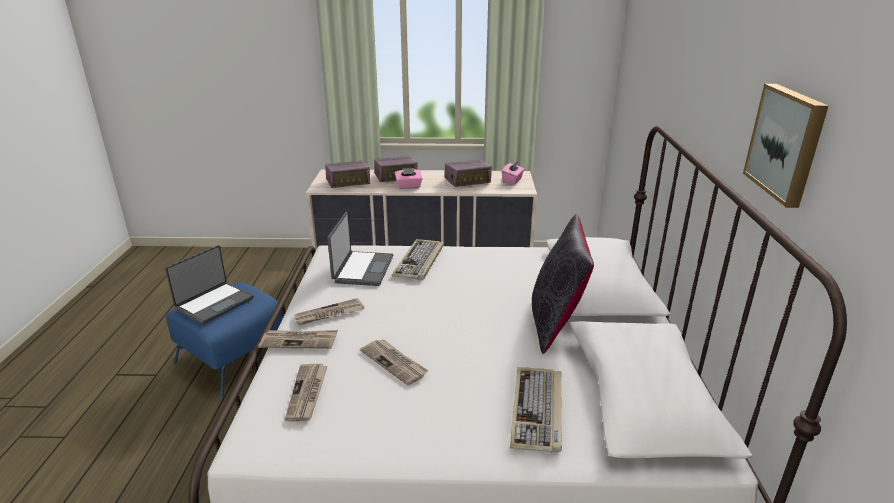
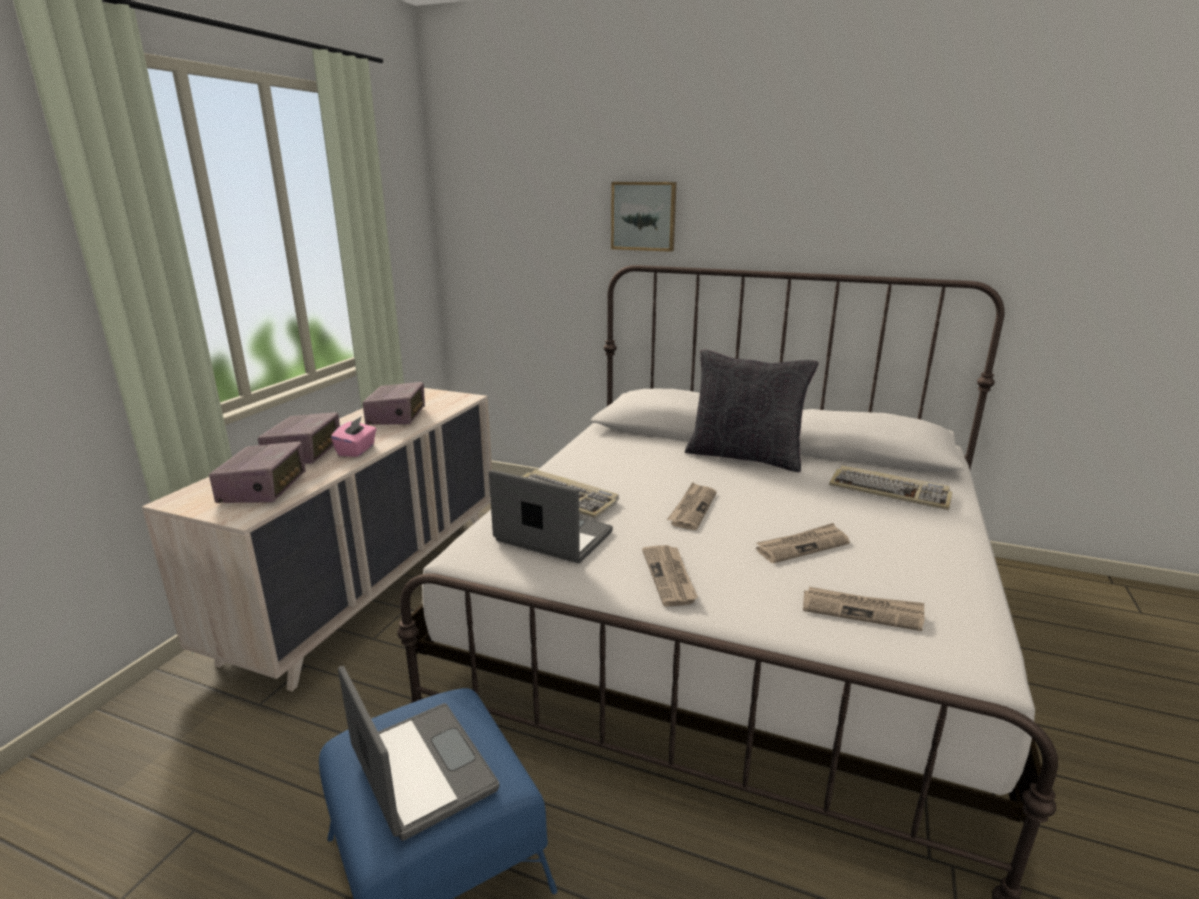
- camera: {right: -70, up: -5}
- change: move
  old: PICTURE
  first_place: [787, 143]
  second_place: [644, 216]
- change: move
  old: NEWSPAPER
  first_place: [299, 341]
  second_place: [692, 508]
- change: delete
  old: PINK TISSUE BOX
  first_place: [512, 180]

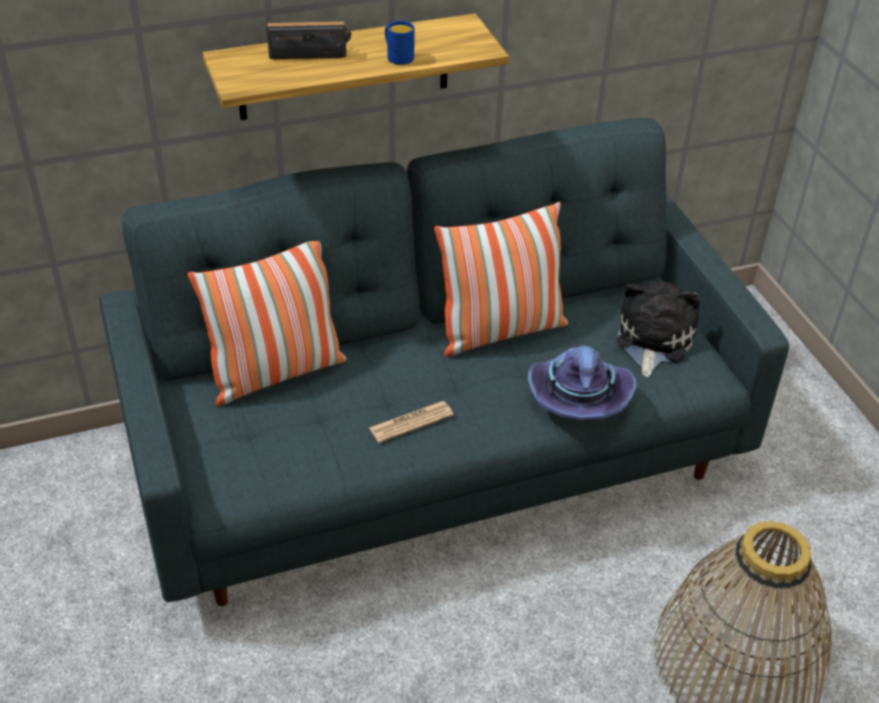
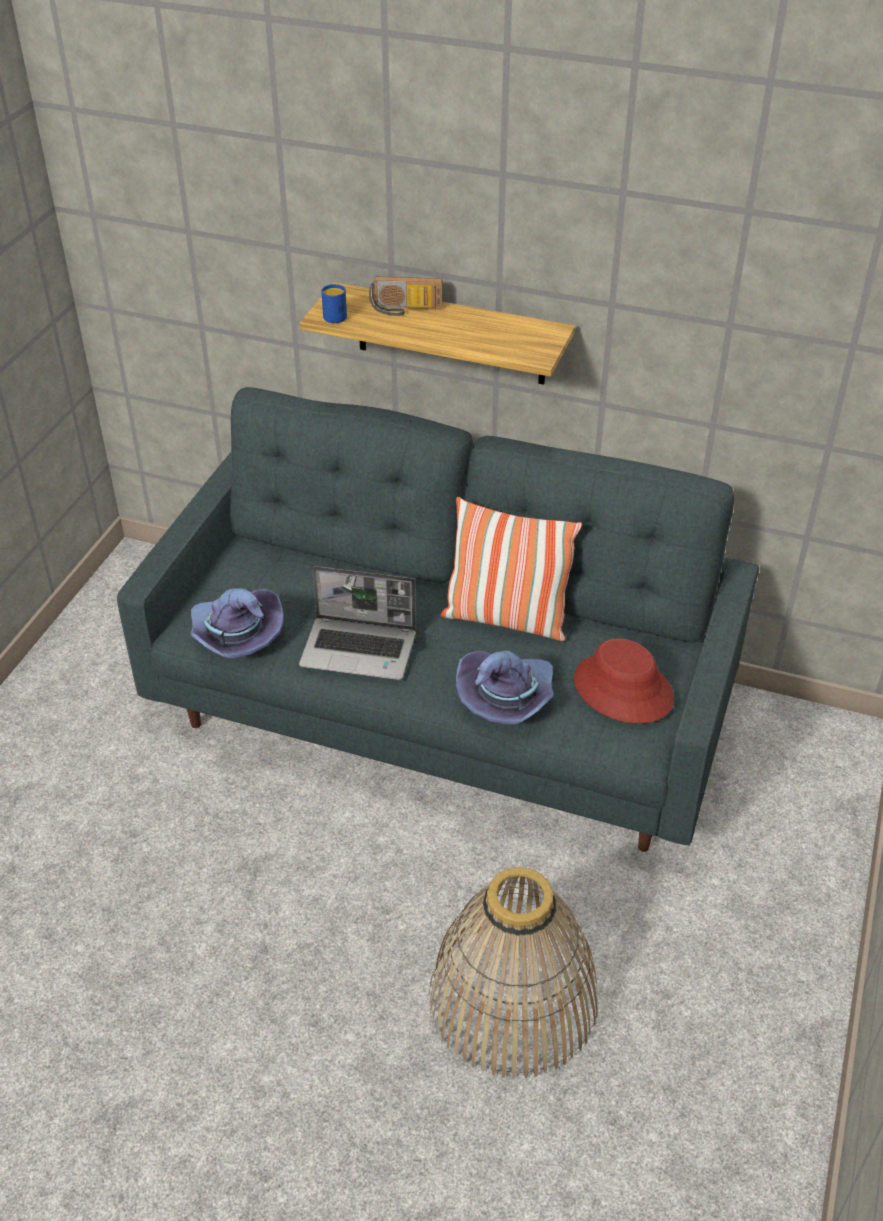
- camera: {right: 40, up: 0}
- change: insert
  new: PURPLE HAT
  second_place: [235, 636]
- change: replace
  old: NEWSPAPER
  new: LAPTOP
  first_place: [411, 422]
  second_place: [360, 649]
- change: move
  old: BLUE MUG
  first_place: [397, 56]
  second_place: [335, 315]
- change: rotate
  old: RADIO
  first_place: [310, 52]
  second_place: [405, 310]
  degrees: 150
- change: replace
  old: PLUSH TOY
  new: RED HAT
  first_place: [652, 340]
  second_place: [622, 689]
- change: delete
  old: PILLOW
  first_place: [276, 373]

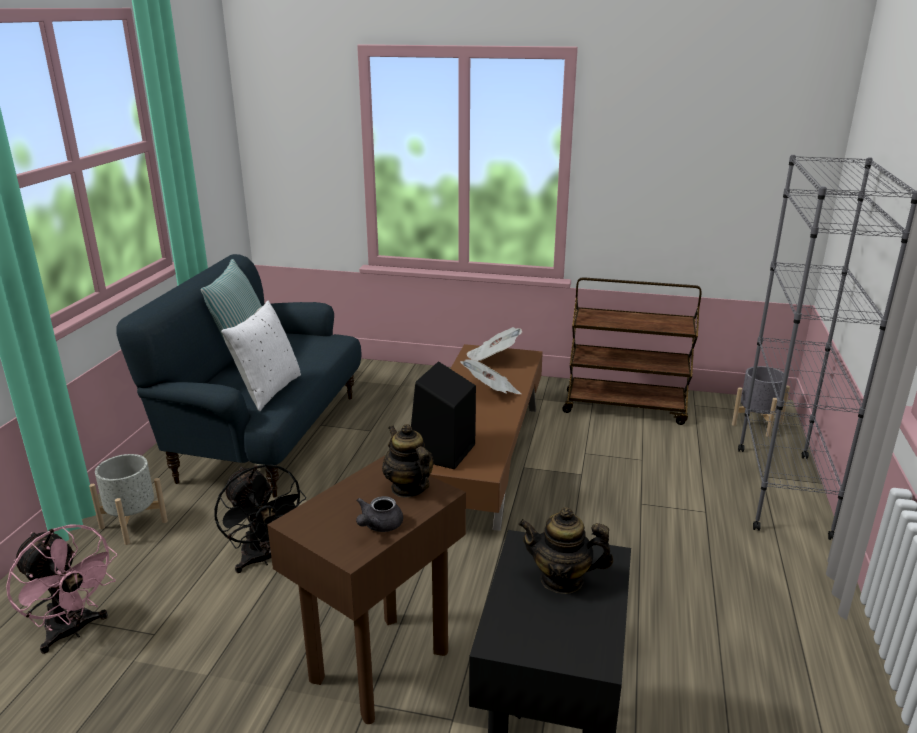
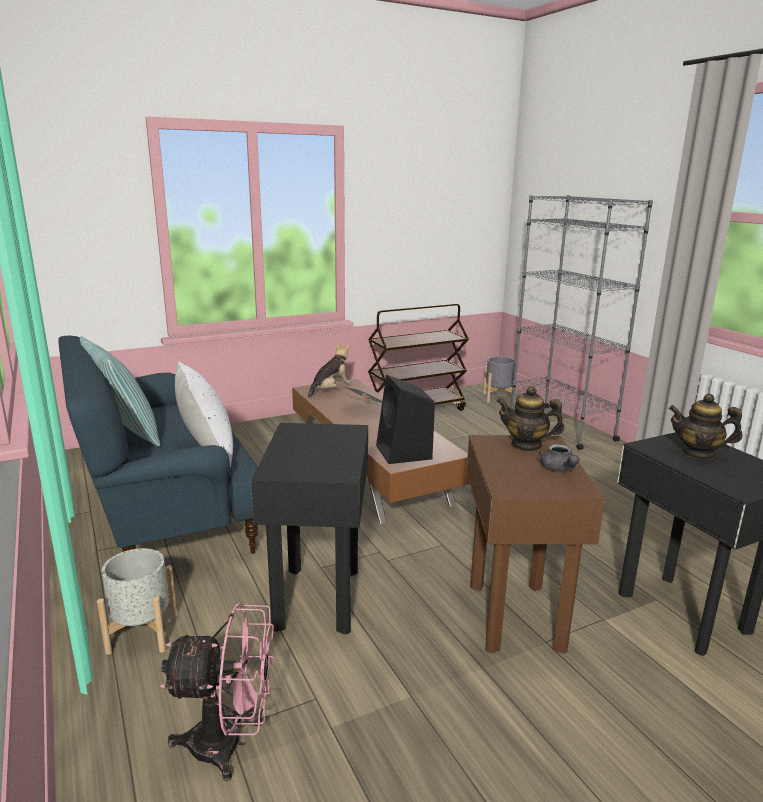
- camera: {right: -40, up: -5}
- change: replace
  old: BLACK FAN
  new: BLACK SIDE TABLE
  first_place: [263, 559]
  second_place: [319, 598]
- change: replace
  old: NEWSPAPER
  new: PLUSH TOY
  first_place: [492, 358]
  second_place: [330, 390]
- change: rotate
  old: TEAPOT
  first_place: [562, 579]
  second_place: [698, 453]
  degrees: 45

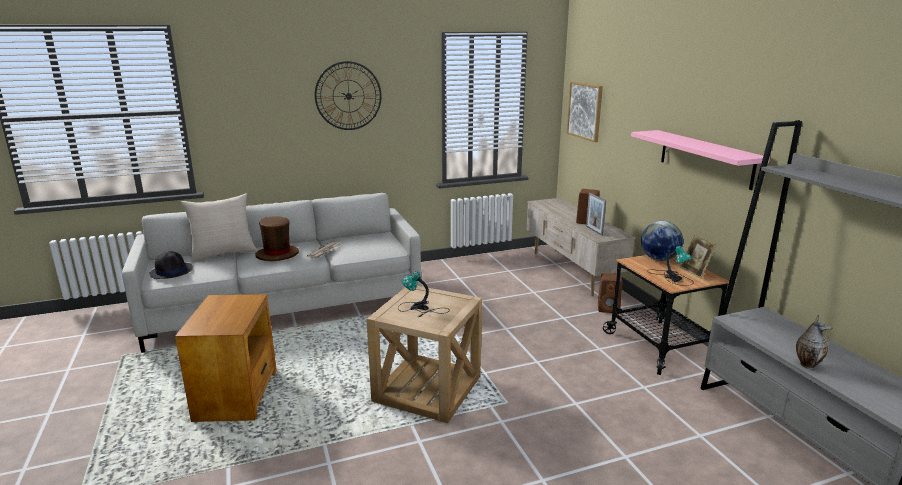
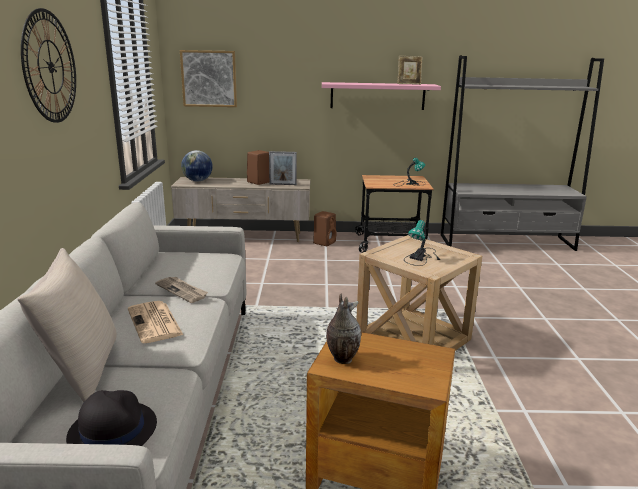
- camera: {right: -70, up: 0}
- change: replace
  old: BROWN HAT
  new: NEWSPAPER
  first_place: [277, 255]
  second_place: [155, 322]
- change: move
  old: GLOBE
  first_place: [659, 259]
  second_place: [197, 181]
- change: move
  old: VASE
  first_place: [807, 364]
  second_place: [341, 359]
- change: move
  old: PICTURE FRAME
  first_place: [695, 272]
  second_place: [408, 84]

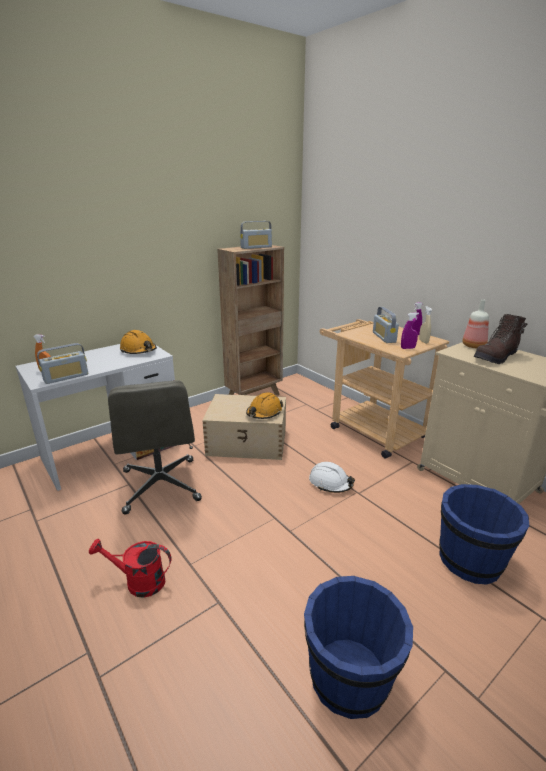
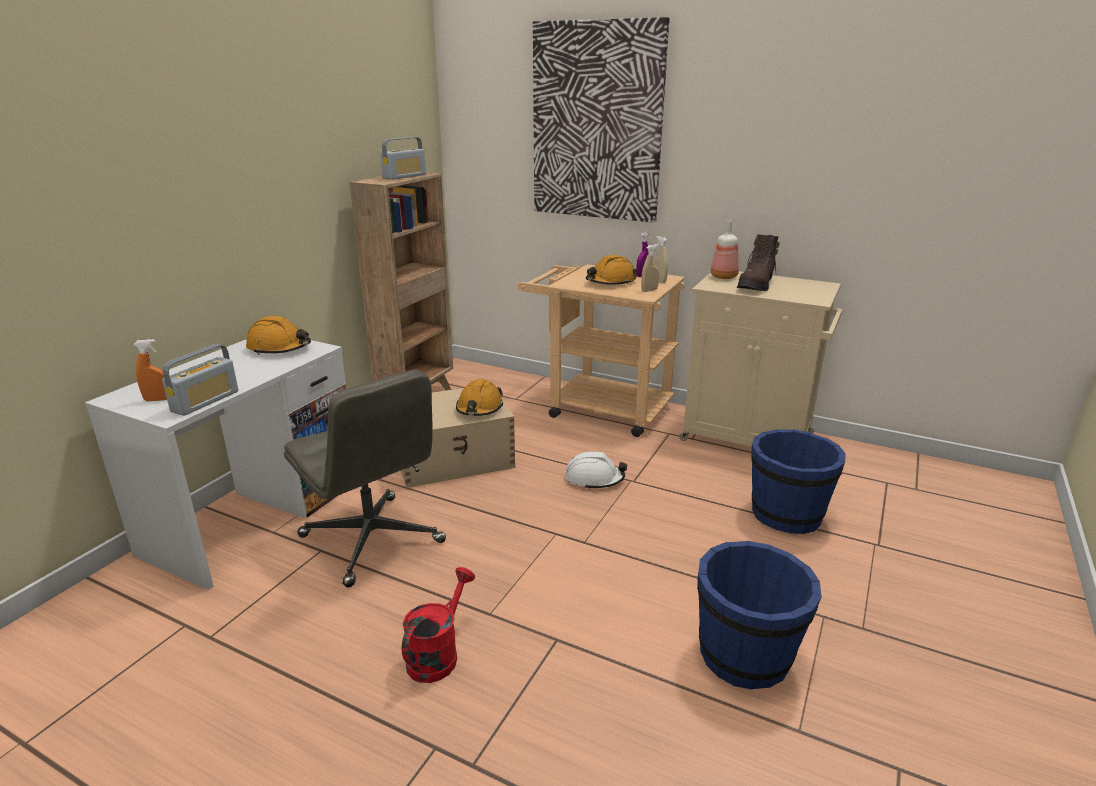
- camera: {right: -25, up: 0}
- change: rotate
  old: RED WATERING CAN
  first_place: [138, 582]
  second_place: [437, 654]
  degrees: 135
- change: insert
  new: PICTURE
  second_place: [597, 123]
- change: replace
  old: RADIO
  new: ORANGE HARD HAT
  first_place: [384, 337]
  second_place: [611, 282]
- change: recolor
  old: PURPLE SPRAY BOTTLE
  new: BEIGE SPRAY BOTTLE
  first_place: [407, 348]
  second_place: [649, 290]

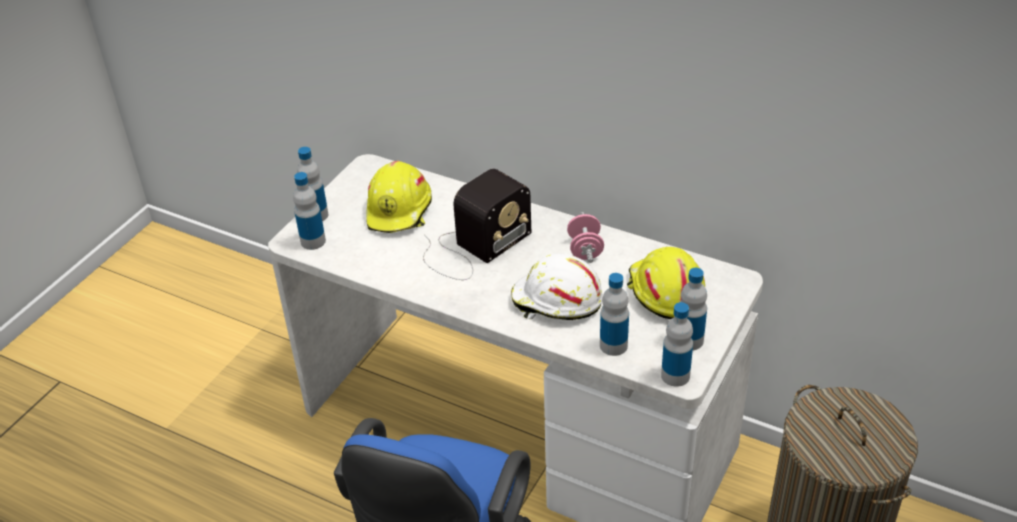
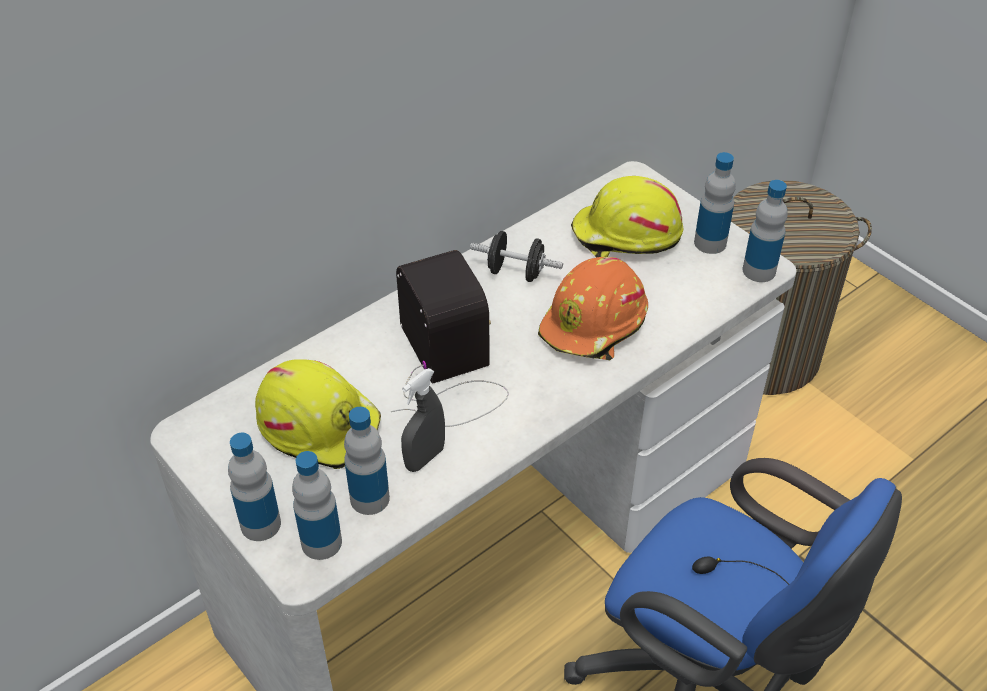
- camera: {right: -70, up: 5}
- change: move
  old: BOTTLE
  first_place: [613, 345]
  second_place: [369, 498]
- change: insert
  new: GREY SPRAY BOTTLE
  second_place: [424, 458]
- change: recolor
  old: PINK DUMBBELL
  new: BLACK DUMBBELL
  first_place: [585, 249]
  second_place: [515, 272]
- change: recolor
  old: WHITE HARD HAT
  new: ORANGE HARD HAT
  first_place: [556, 301]
  second_place: [594, 324]

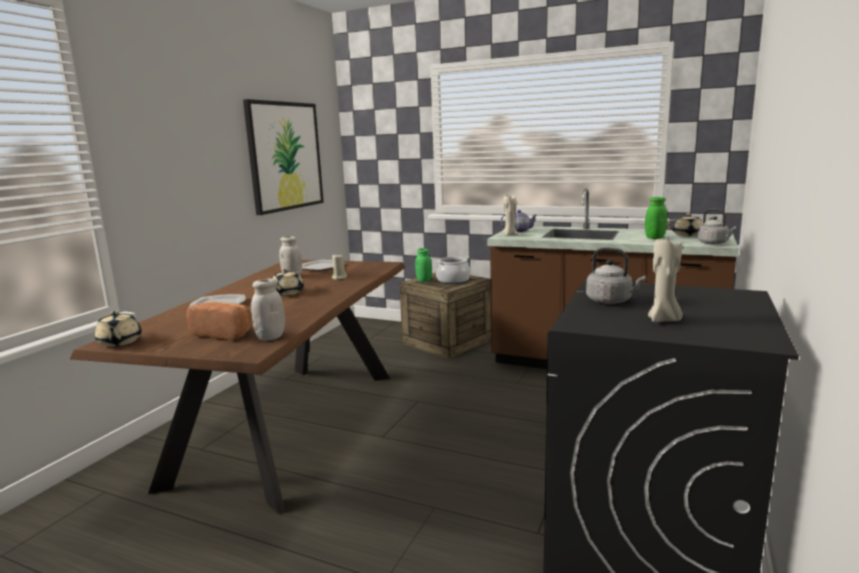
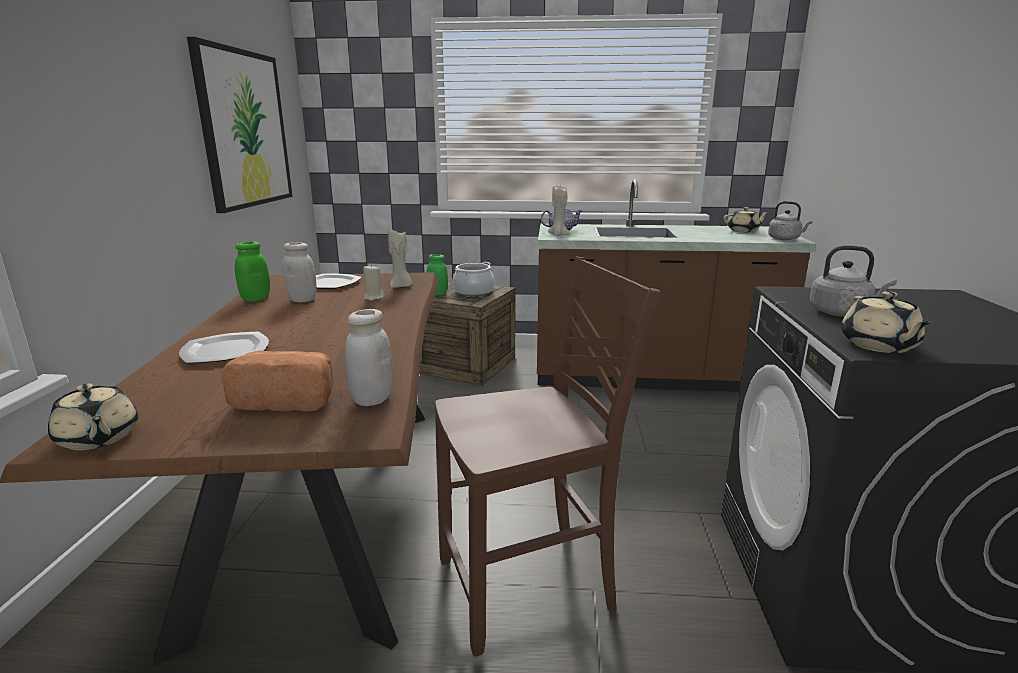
- camera: {right: -20, up: 5}
- change: move
  old: GREEN JAR
  first_place: [654, 238]
  second_place: [256, 299]
- change: move
  old: BEIGE CANDLE
  first_place: [663, 320]
  second_place: [401, 286]
- change: insert
  new: BROWN CHAIR
  second_place: [529, 586]
- change: move
  old: BEIGE TEAPOT
  first_place: [287, 293]
  second_place: [878, 346]

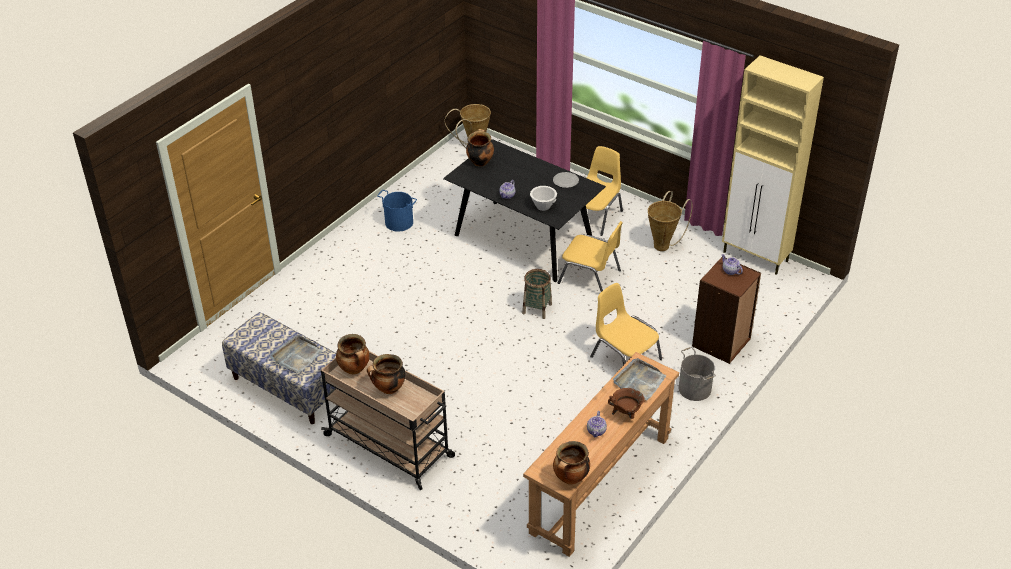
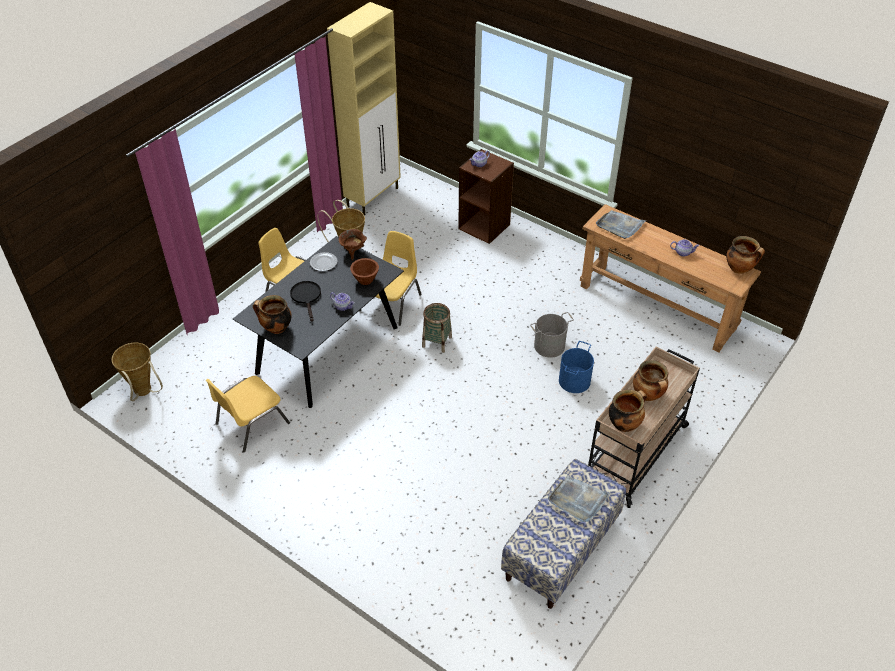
- camera: {right: -90, up: 5}
- change: move
  old: YELLOW CHAIR
  first_place: [624, 357]
  second_place: [251, 423]
- change: insert
  new: BLACK FRYING PAN
  second_place: [306, 297]
- change: move
  old: BROWN COOKING POT
  first_place: [626, 413]
  second_place: [353, 252]
- change: recolor
  old: WHITE BOWL
  new: BROWN BOWL
  first_place: [543, 206]
  second_place: [365, 280]
- change: move
  old: GREY BUCKET
  first_place: [695, 388]
  second_place: [549, 345]
- change: move
  old: BLUE BUCKET
  first_place: [399, 222]
  second_place: [574, 381]

